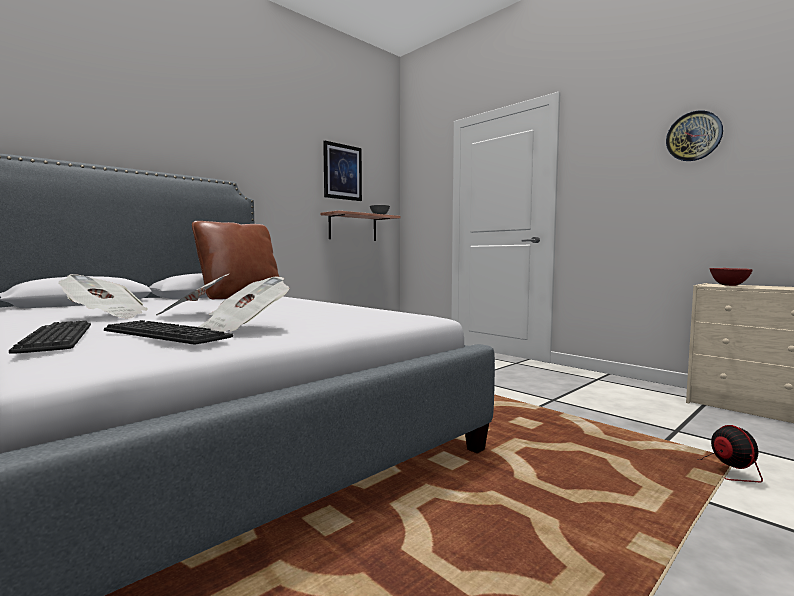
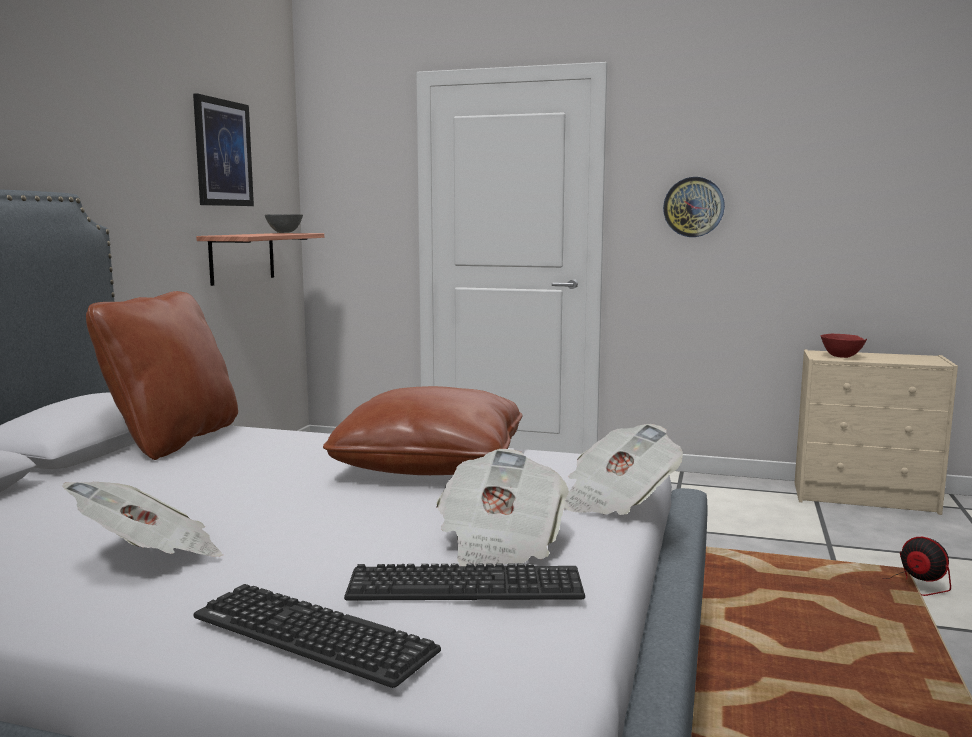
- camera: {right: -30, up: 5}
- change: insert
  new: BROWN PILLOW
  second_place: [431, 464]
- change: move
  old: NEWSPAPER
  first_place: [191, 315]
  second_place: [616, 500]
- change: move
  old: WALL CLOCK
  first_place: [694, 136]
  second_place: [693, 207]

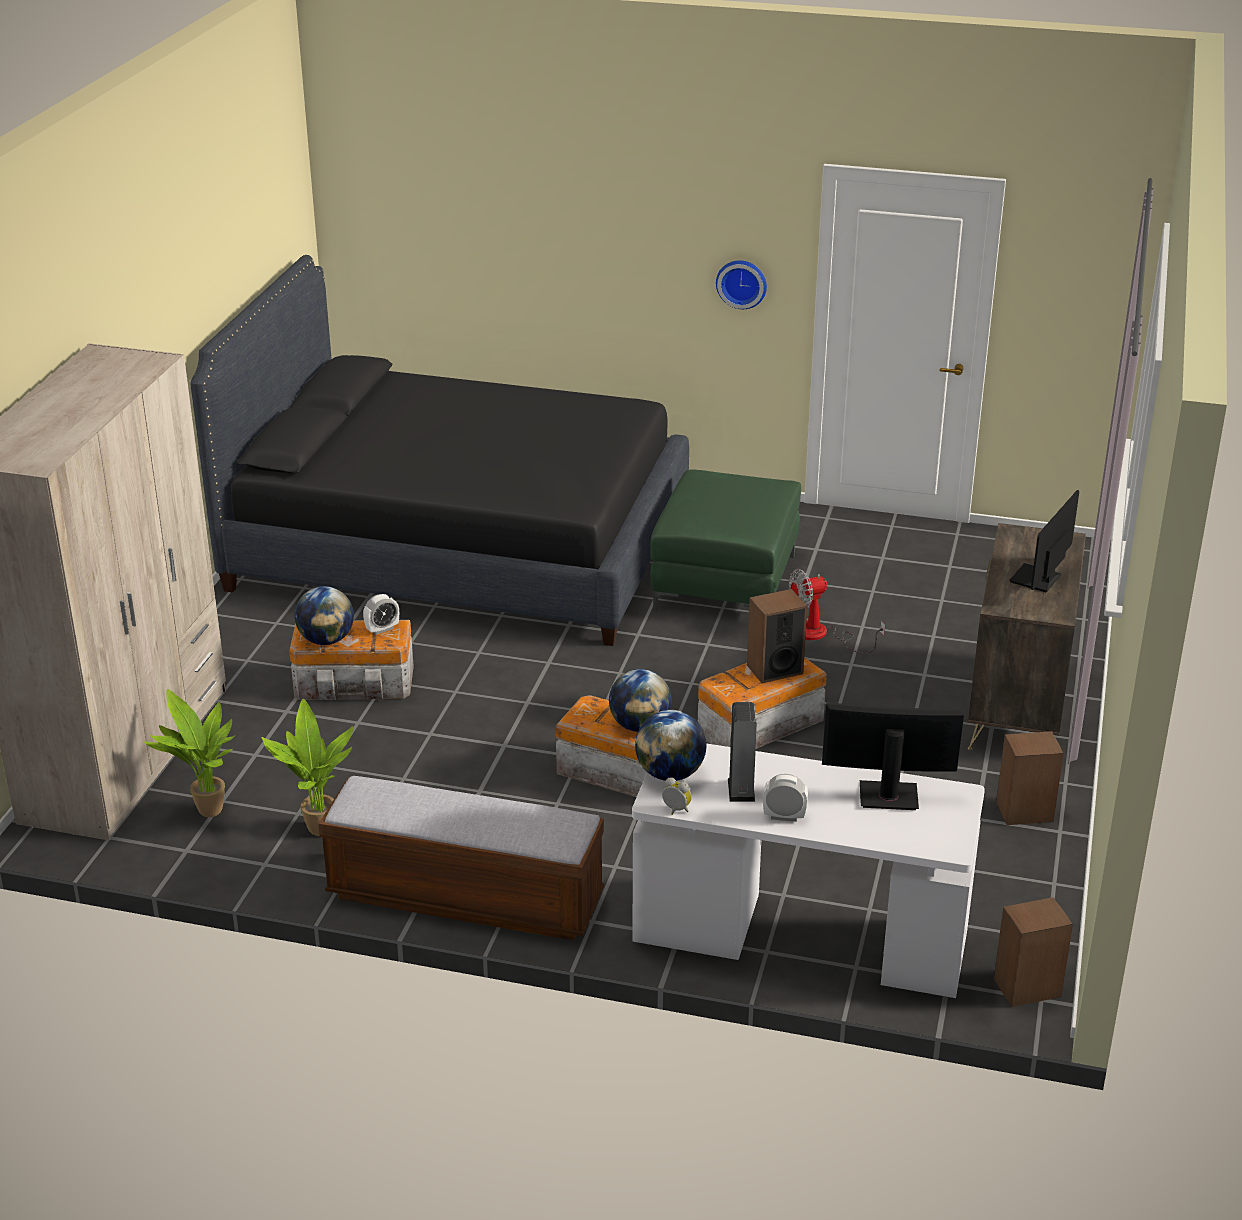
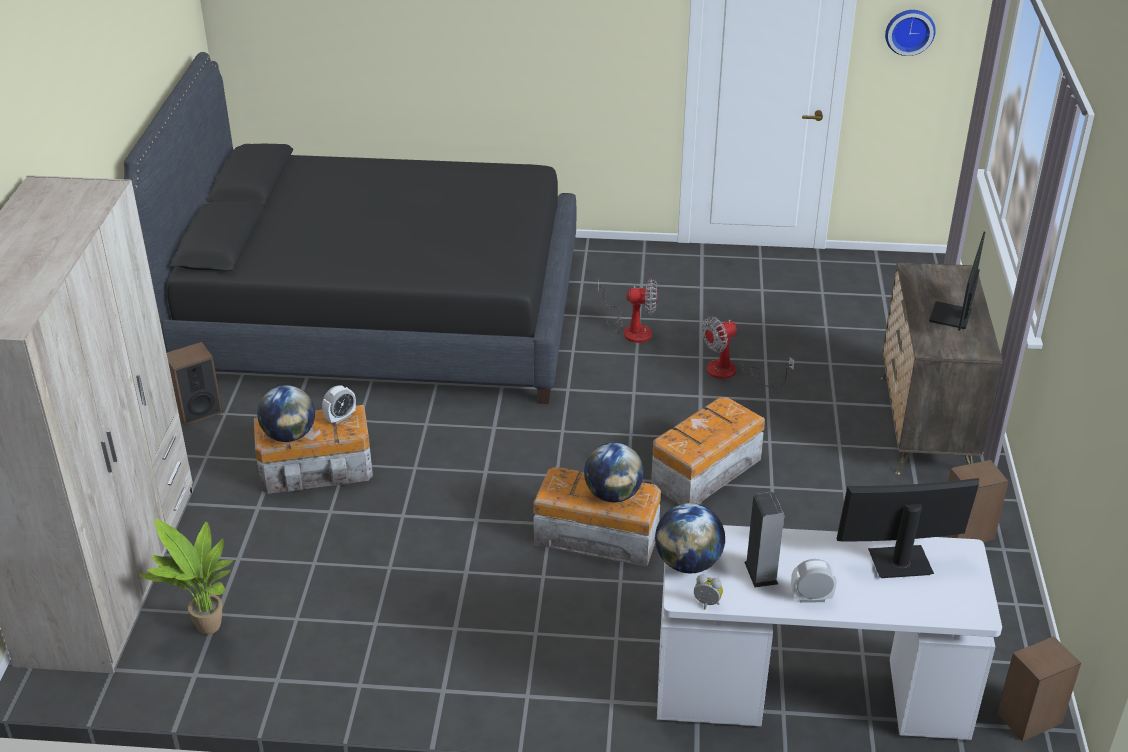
- camera: {right: -10, up: 5}
- change: move
  old: SPEAKER
  first_place: [774, 669]
  second_place: [198, 411]
- change: replace
  old: GREEN OTTOMAN
  new: FAN
  first_place: [725, 583]
  second_place: [631, 329]
- change: move
  old: WALL CLOCK
  first_place: [742, 283]
  second_place: [909, 31]
- change: delete
  old: POTTED PLANT
  first_place: [316, 830]
- change: delete
  old: BENCH
  first_place: [465, 897]

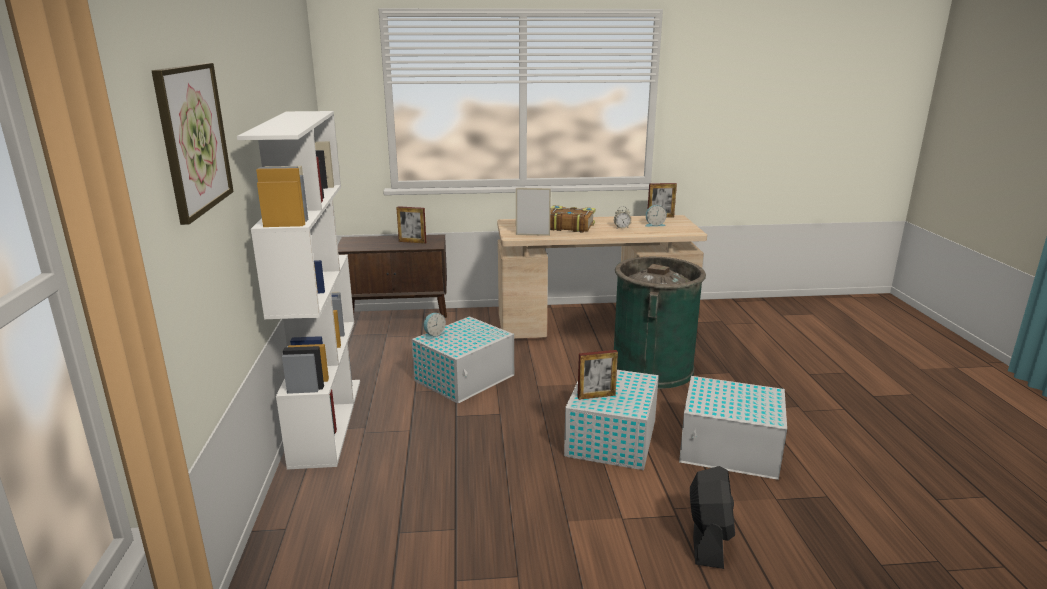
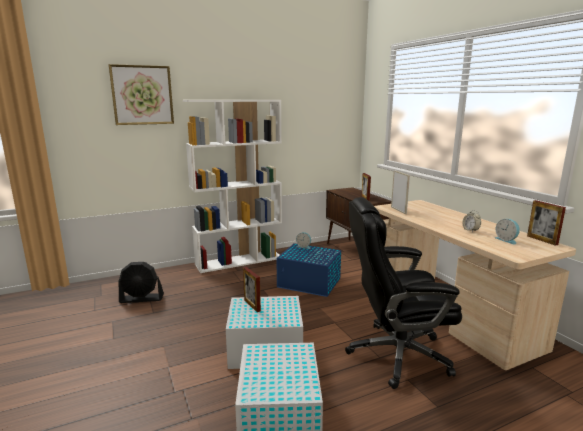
- camera: {right: 70, up: -5}
- change: move
  old: BLACK FAN
  first_place: [708, 539]
  second_place: [142, 298]
- change: recolor
  old: WHITE STORAGE BOX
  new: BLUE STORAGE BOX
  first_place: [466, 378]
  second_place: [310, 283]
- change: replace
  old: GREEN TRASH CAN
  new: BLACK OFFICE CHAIR
  first_place: [652, 368]
  second_place: [396, 354]
- change: delete
  old: BOOK
  first_place: [569, 226]

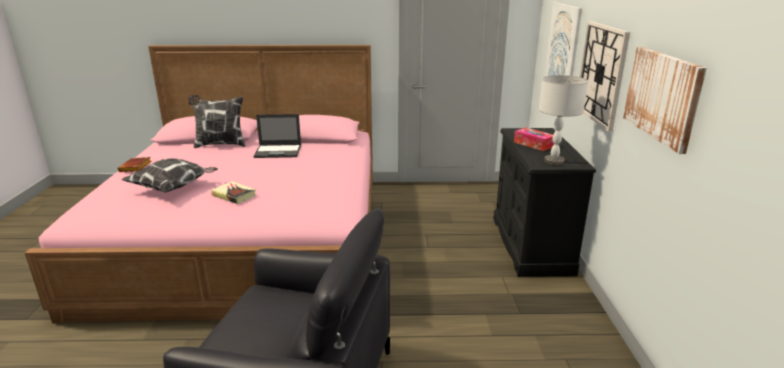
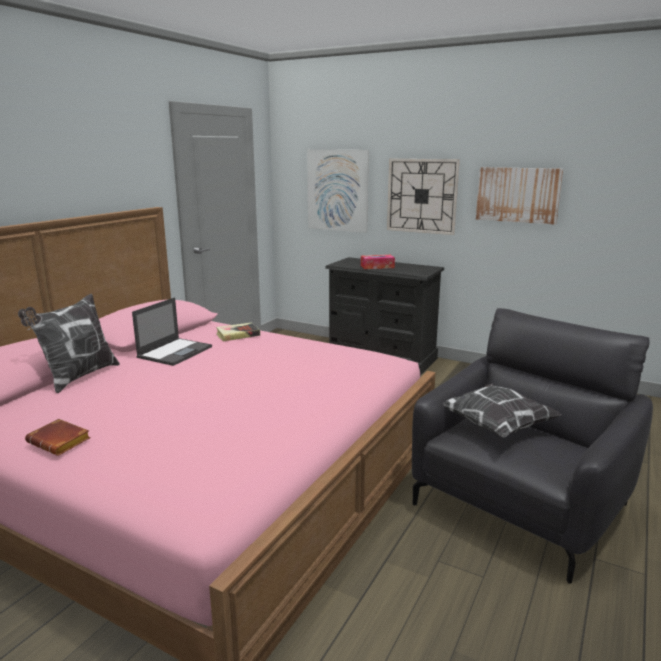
- camera: {right: -60, up: -5}
- change: move
  old: BOOK
  first_place: [234, 195]
  second_place: [237, 335]
- change: move
  old: PILLOW
  first_place: [173, 188]
  second_place: [496, 426]
- change: delete
  old: GREY TABLE LAMP
  first_place: [553, 161]

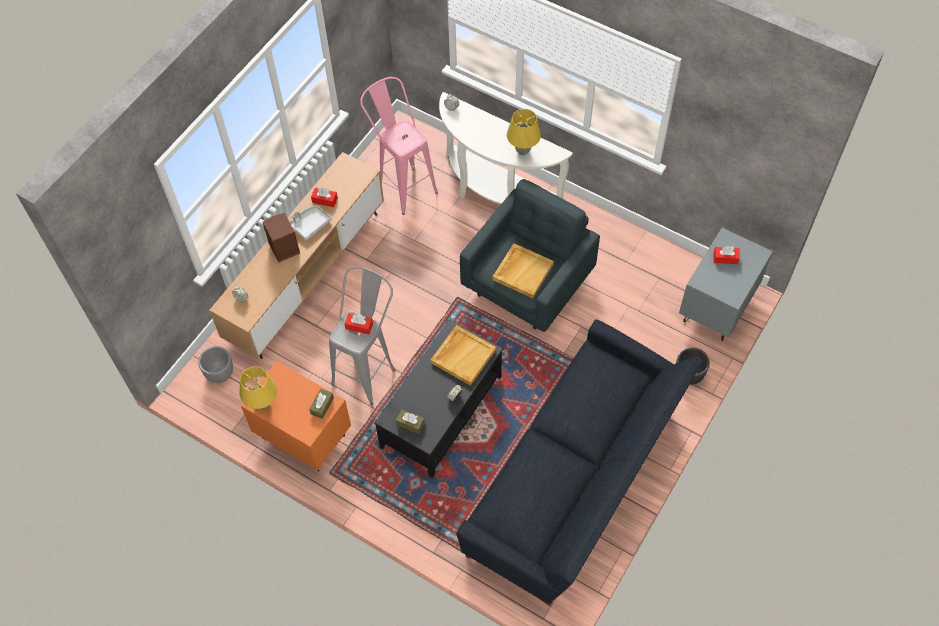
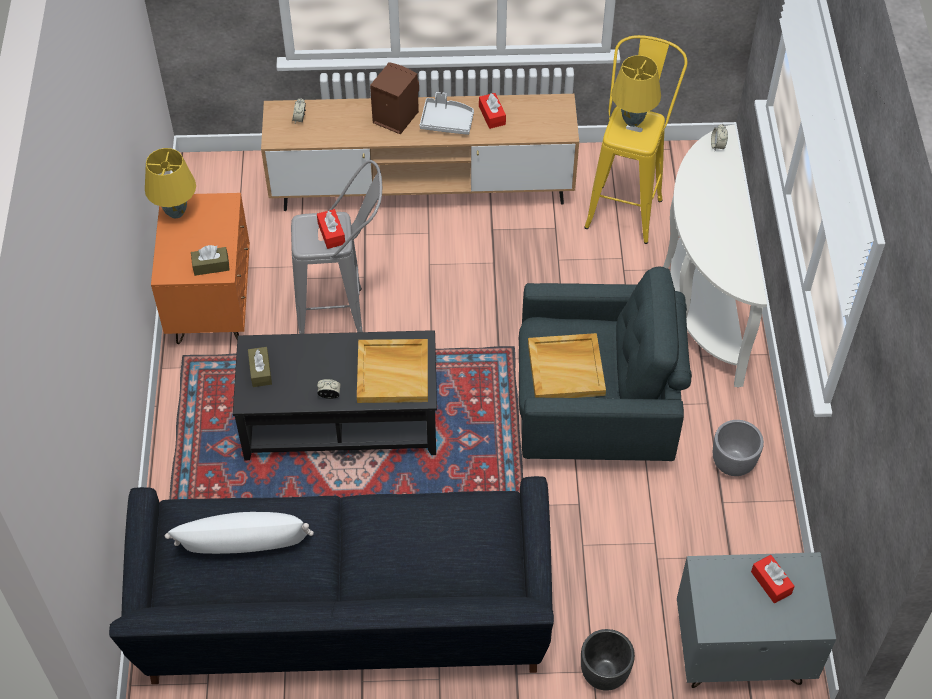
- camera: {right: 55, up: -5}
- change: insert
  new: WHITE PILLOW
  second_place: [243, 544]
- change: recolor
  old: PINK STOOL
  new: YELLOW STOOL
  first_place: [403, 185]
  second_place: [627, 204]
- change: move
  old: YELLOW TABLE LAMP
  first_place: [523, 150]
  second_place: [633, 121]
- change: move
  old: GREY PLANTER
  first_place: [220, 373]
  second_place: [733, 463]

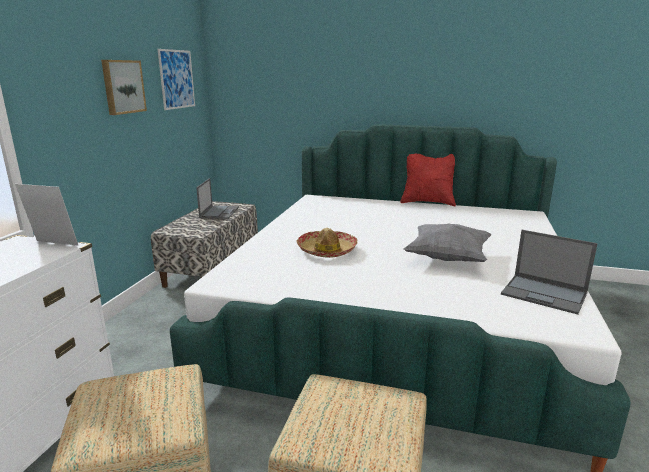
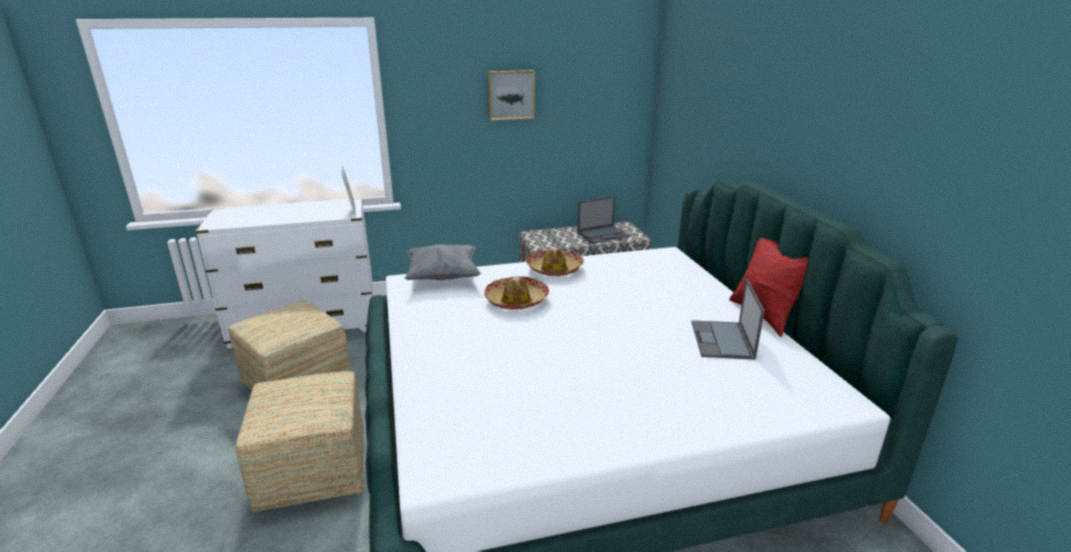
- camera: {right: 60, up: 5}
- change: move
  old: GREY PILLOW
  first_place: [447, 258]
  second_place: [443, 277]
- change: insert
  new: HAT
  second_place: [554, 269]
- change: move
  old: LAPTOP
  first_place: [545, 294]
  second_place: [722, 340]
- change: delete
  old: PICTURE
  first_place: [177, 79]

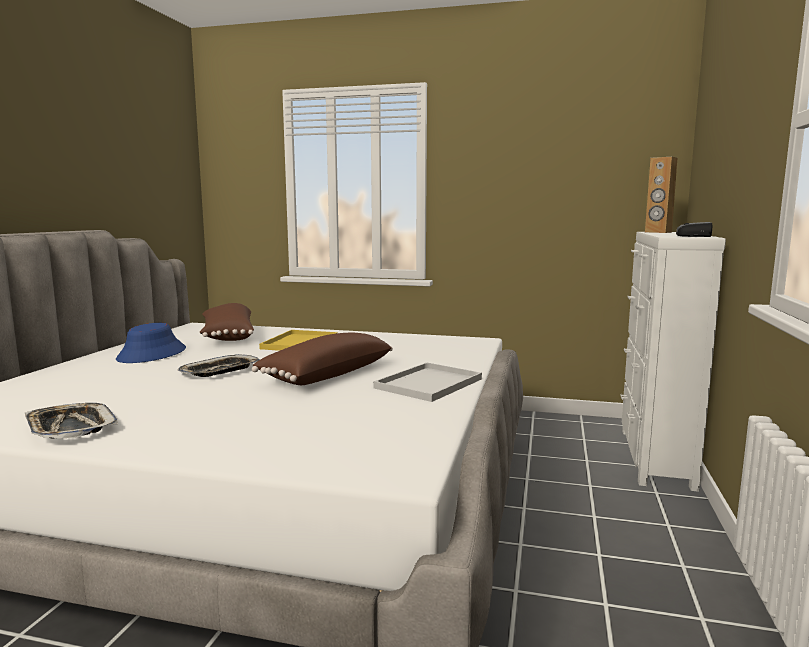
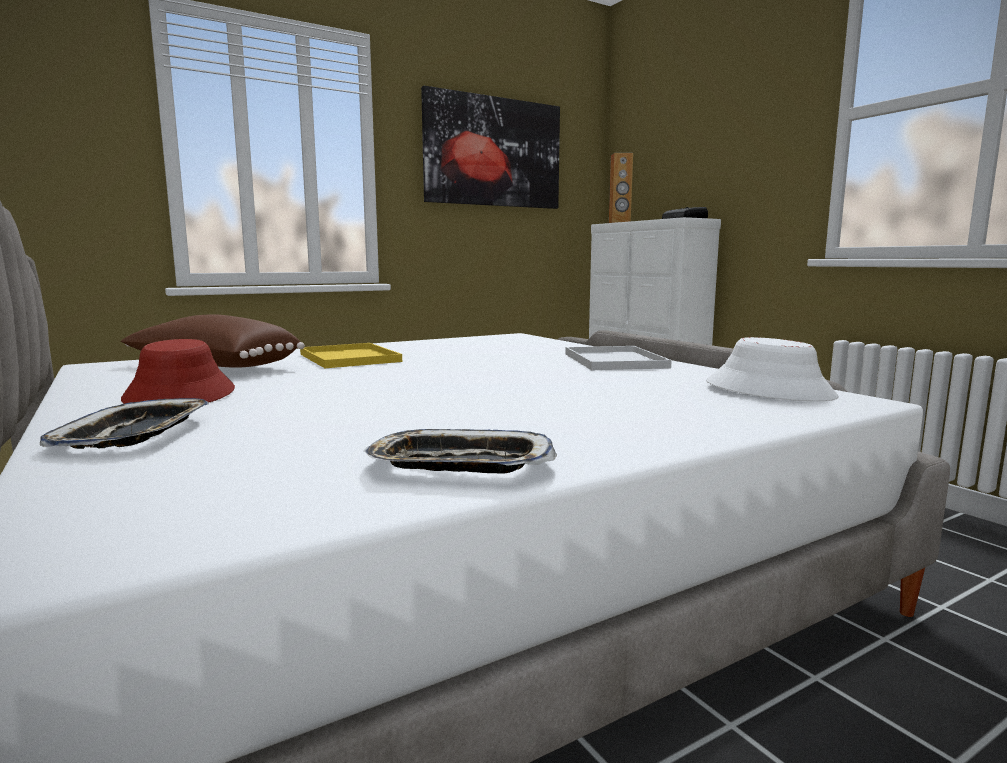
- camera: {right: -45, up: 0}
- change: move
  old: TRAY
  first_place: [220, 371]
  second_place: [135, 434]
- change: recolor
  old: BLUE HAT
  new: RED HAT
  first_place: [152, 354]
  second_place: [181, 395]
- change: insert
  new: PICTURE
  second_place: [493, 152]
- change: insert
  new: WHITE HAT
  second_place: [769, 390]
- change: delete
  old: BROWN PILLOW
  first_place: [325, 375]

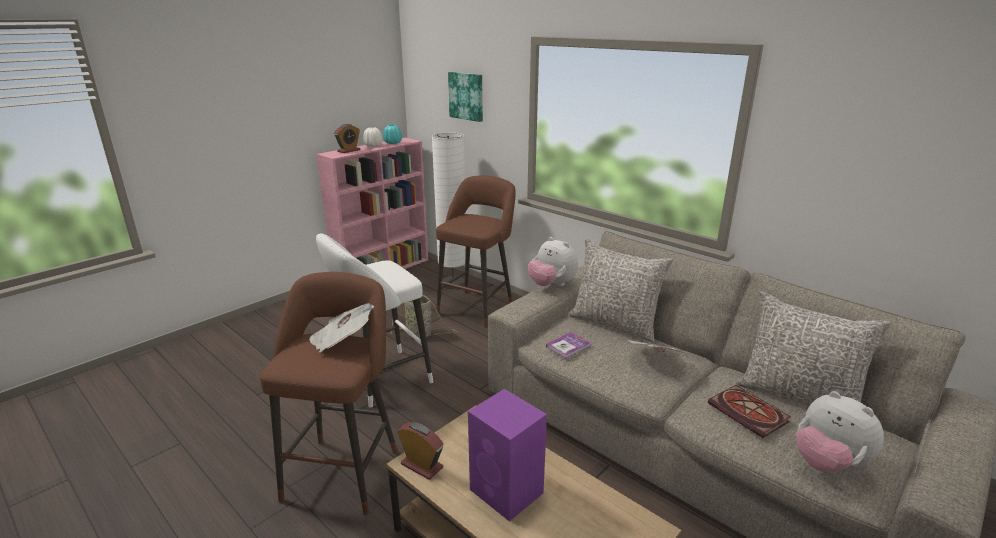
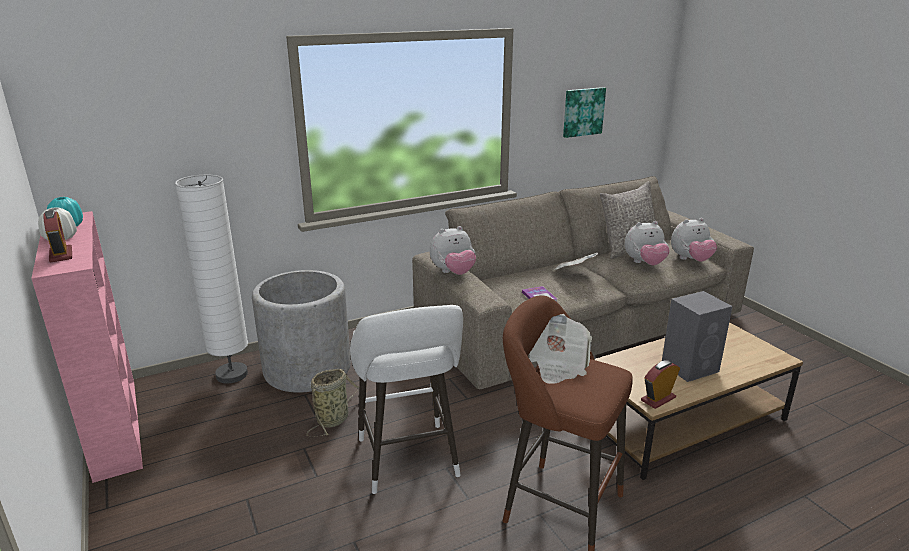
- camera: {right: -70, up: 0}
- change: replace
  old: BROWN STOOL
  new: GREY PLANTER
  first_place: [477, 307]
  second_place: [307, 369]
- change: move
  old: PICTURE
  first_place: [467, 96]
  second_place: [583, 112]
- change: replace
  old: BOOK
  new: PLUSH TOY
  first_place: [750, 413]
  second_place: [644, 263]
- change: recolor
  old: PURPLE SPEAKER
  new: GREY SPEAKER
  first_place: [507, 492]
  second_place: [691, 367]
- change: delete
  old: GREY PILLOW
  first_place: [614, 324]

